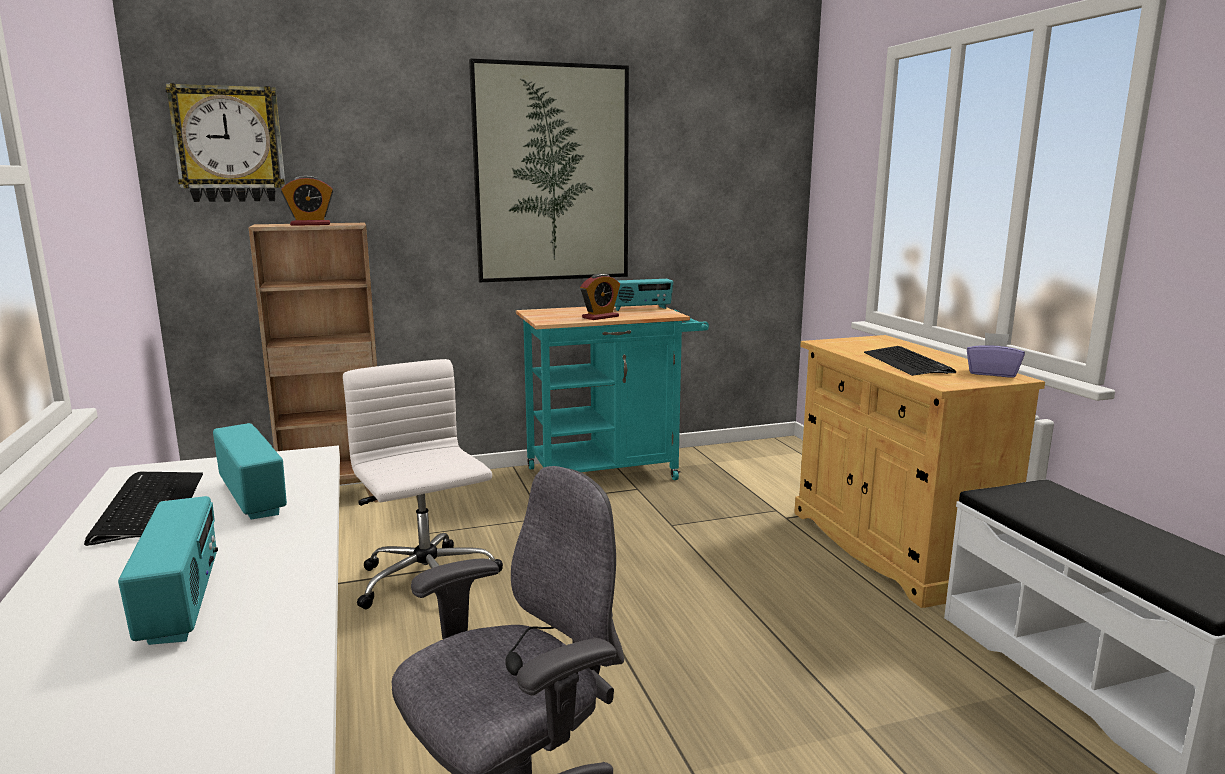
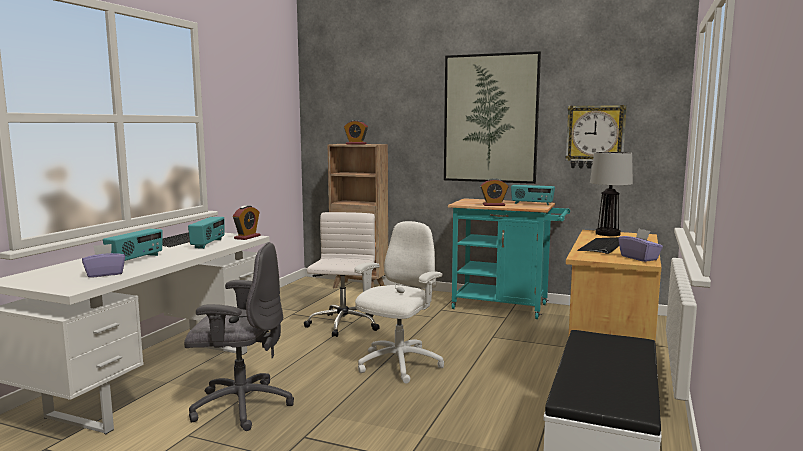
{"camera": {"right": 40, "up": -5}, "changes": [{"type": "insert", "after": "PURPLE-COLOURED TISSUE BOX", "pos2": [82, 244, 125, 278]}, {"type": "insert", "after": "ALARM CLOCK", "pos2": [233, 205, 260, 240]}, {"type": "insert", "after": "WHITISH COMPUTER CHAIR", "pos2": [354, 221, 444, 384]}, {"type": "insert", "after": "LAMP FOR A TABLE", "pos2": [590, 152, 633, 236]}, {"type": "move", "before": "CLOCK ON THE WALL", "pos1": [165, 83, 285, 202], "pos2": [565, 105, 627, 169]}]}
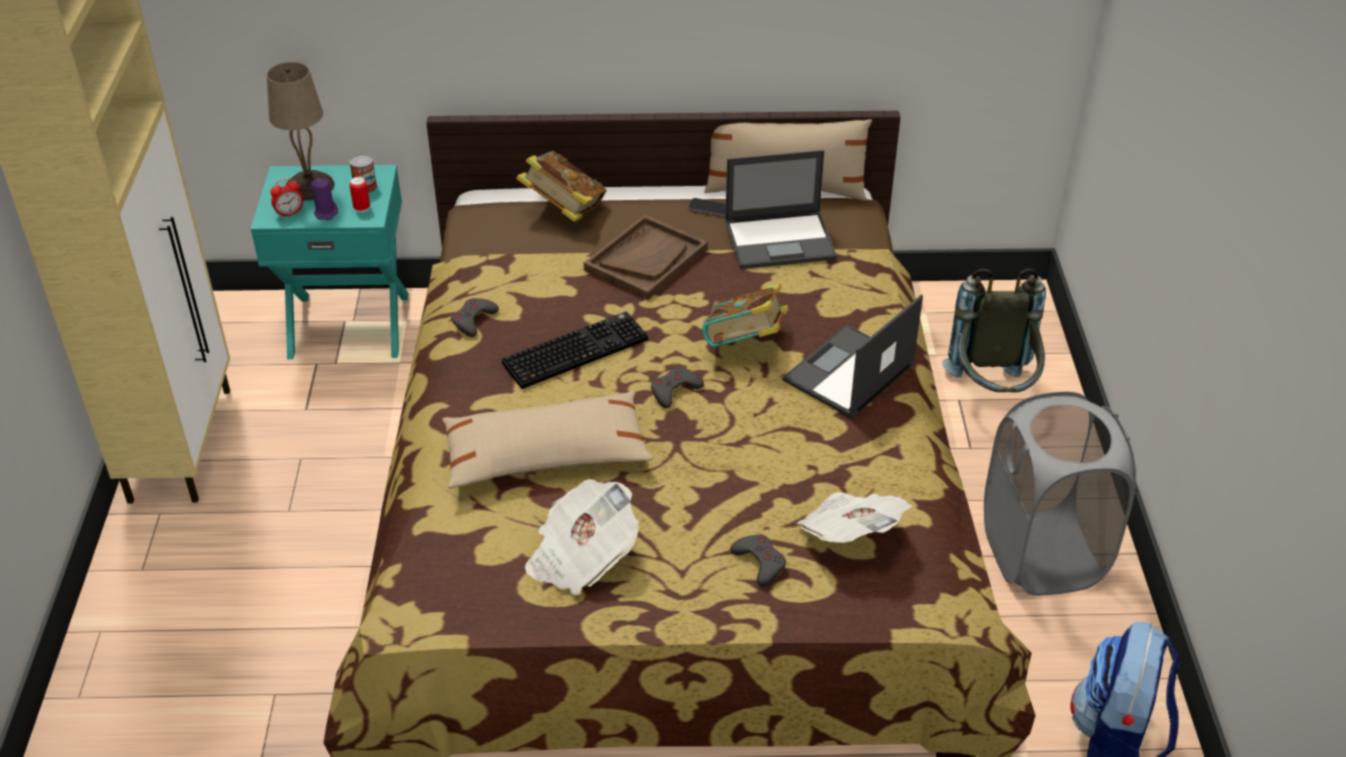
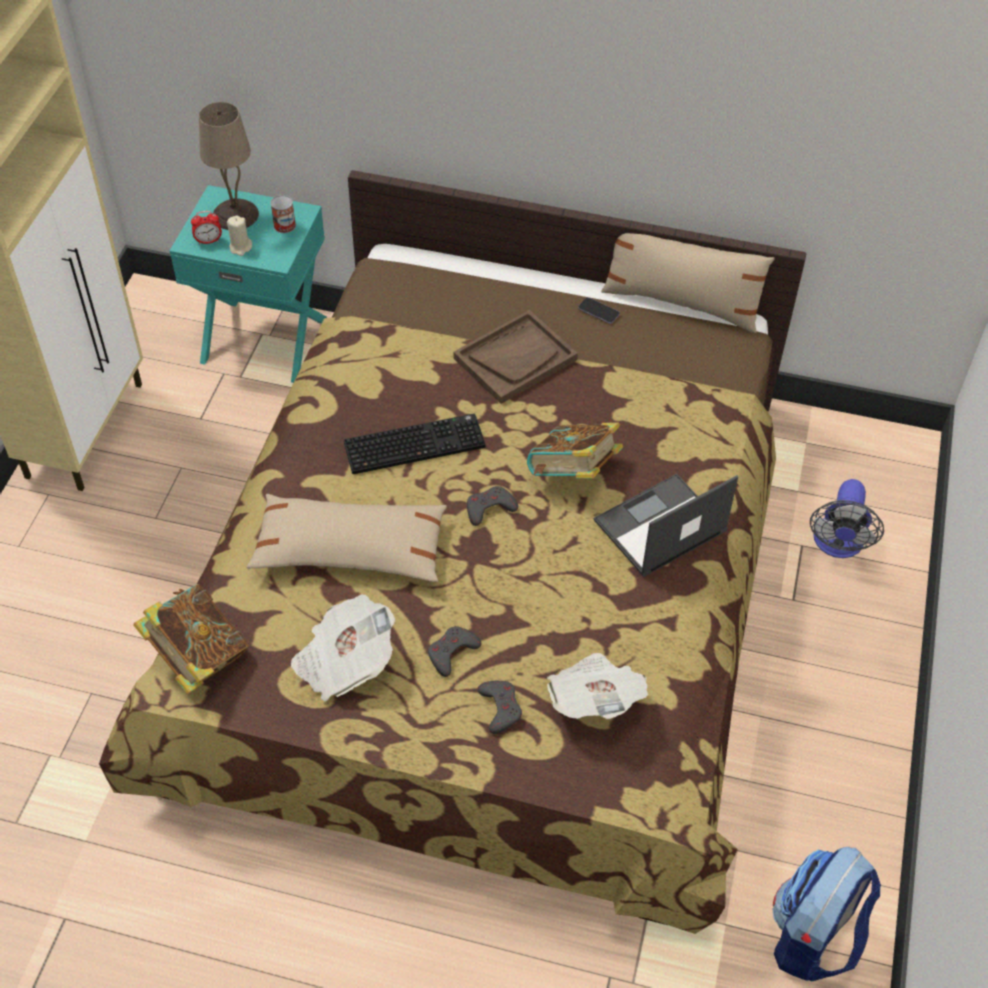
{"camera": {"right": 15, "up": 10}, "changes": [{"type": "delete", "before": "SEALED CAN", "pos1": [349, 177, 370, 213]}, {"type": "delete", "before": "NOTEBOOK COMPUTER", "pos1": [725, 150, 837, 269]}, {"type": "delete", "before": "GREYISH LAUNDRY BASKET", "pos1": [984, 392, 1136, 596]}, {"type": "move", "before": "GREYISH GAMEPAD", "pos1": [452, 298, 499, 337], "pos2": [428, 626, 482, 677]}, {"type": "move", "before": "BOUND BOOK", "pos1": [516, 151, 607, 222], "pos2": [133, 584, 249, 694]}, {"type": "replace", "before": "GREYISH RUCKSACK", "after": "ELECTRIC FAN", "pos1": [942, 268, 1046, 392], "pos2": [810, 479, 884, 558]}, {"type": "recolor", "before": "PURPLE-COLOURED WAX LIGHT", "after": "SAND-COLOURED WAX LIGHT", "pos1": [311, 178, 338, 220], "pos2": [227, 215, 252, 256]}]}
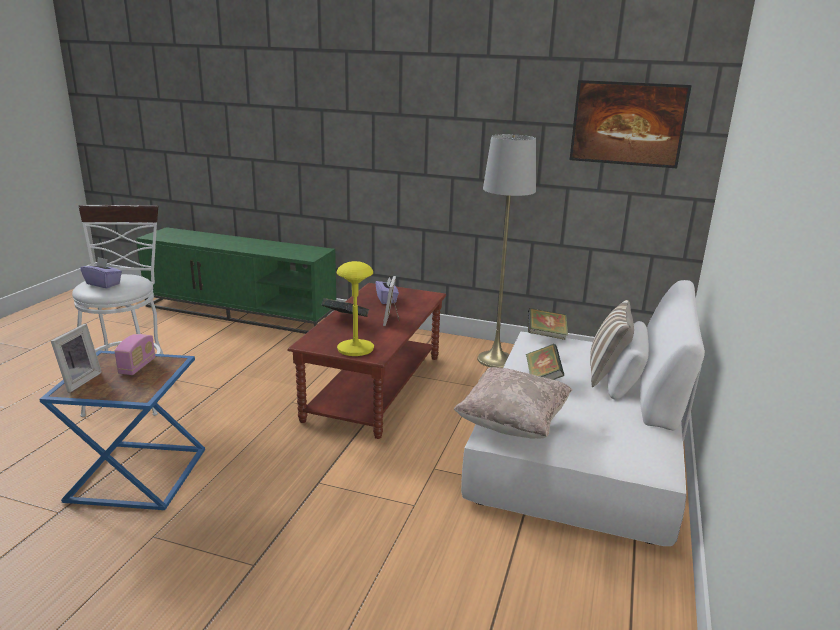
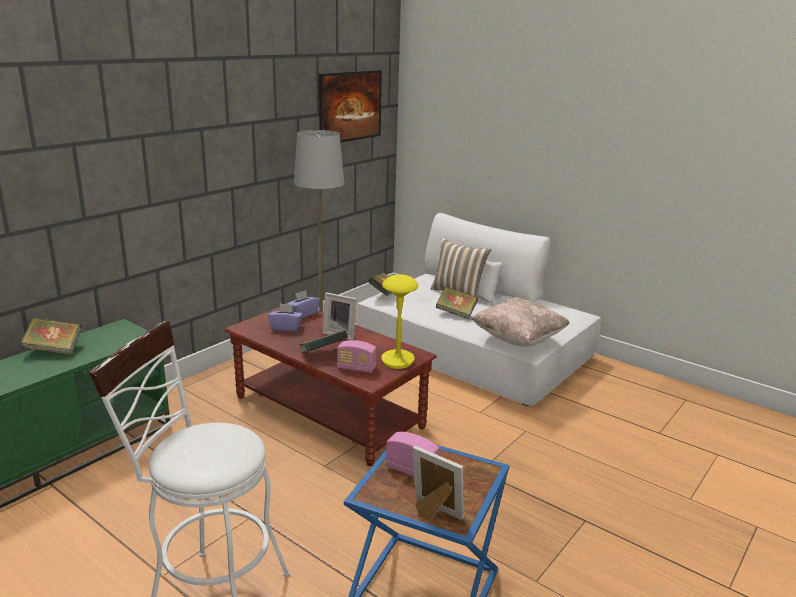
{"camera": {"right": -70, "up": 0}, "changes": [{"type": "insert", "after": "BOUND BOOK", "pos2": [21, 317, 82, 355]}, {"type": "insert", "after": "RADIO", "pos2": [337, 340, 376, 373]}, {"type": "move", "before": "PURPLE-COLOURED TISSUE BOX", "pos1": [80, 257, 122, 288], "pos2": [287, 290, 320, 318]}]}
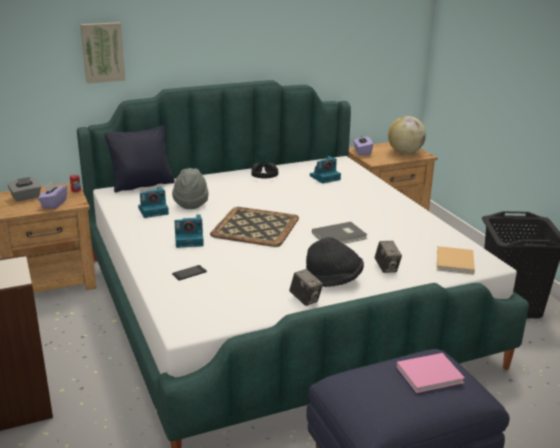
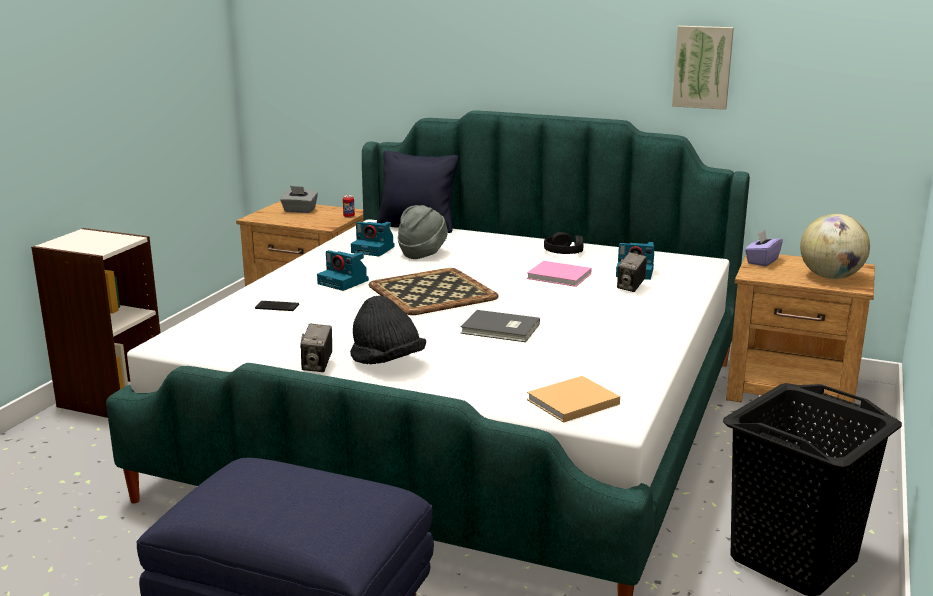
{"camera": {"right": 45, "up": -5}, "changes": [{"type": "delete", "before": "PURPLE-COLOURED TISSUE BOX", "pos1": [38, 181, 67, 209]}, {"type": "move", "before": "PICTURE", "pos1": [80, 22, 126, 84], "pos2": [672, 26, 734, 110]}, {"type": "move", "before": "STILL CAMERA", "pos1": [375, 241, 402, 273], "pos2": [617, 252, 647, 292]}, {"type": "move", "before": "PINKISH BOUND BOOK", "pos1": [396, 353, 465, 393], "pos2": [527, 261, 592, 287]}]}
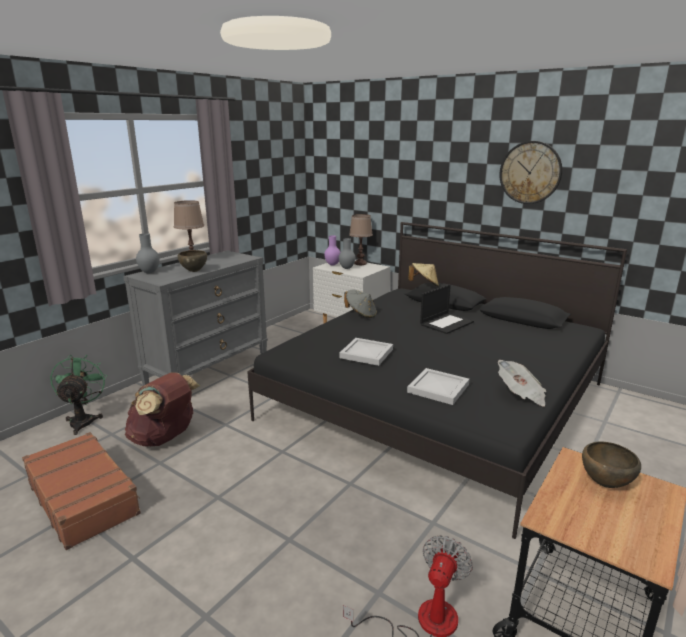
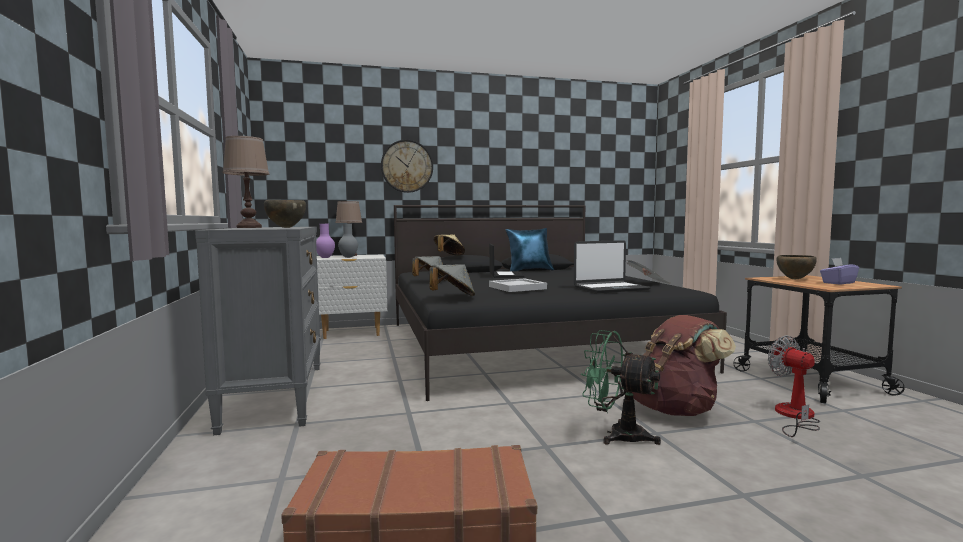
{"camera": {"right": -50, "up": -15}, "changes": [{"type": "delete", "before": "GREYISH DECORATIVE VASE", "pos1": [136, 233, 160, 274]}, {"type": "insert", "after": "GREYISH HAT", "pos2": [429, 264, 475, 296]}, {"type": "insert", "after": "BLUE PILLOW", "pos2": [506, 228, 554, 271]}, {"type": "insert", "after": "PURPLE-COLOURED TISSUE BOX", "pos2": [820, 258, 859, 285]}, {"type": "move", "before": "GREENISH ELECTRIC FAN", "pos1": [50, 355, 107, 435], "pos2": [581, 330, 661, 445]}, {"type": "move", "before": "BROWN RUCKSACK", "pos1": [125, 372, 200, 447], "pos2": [632, 315, 736, 416]}, {"type": "move", "before": "CLOCK ON THE WALL", "pos1": [499, 141, 562, 204], "pos2": [381, 140, 433, 193]}, {"type": "replace", "before": "WHITISH CARRYING TRAY", "after": "NOTEBOOK COMPUTER", "pos1": [407, 368, 469, 405], "pos2": [574, 240, 651, 293]}]}
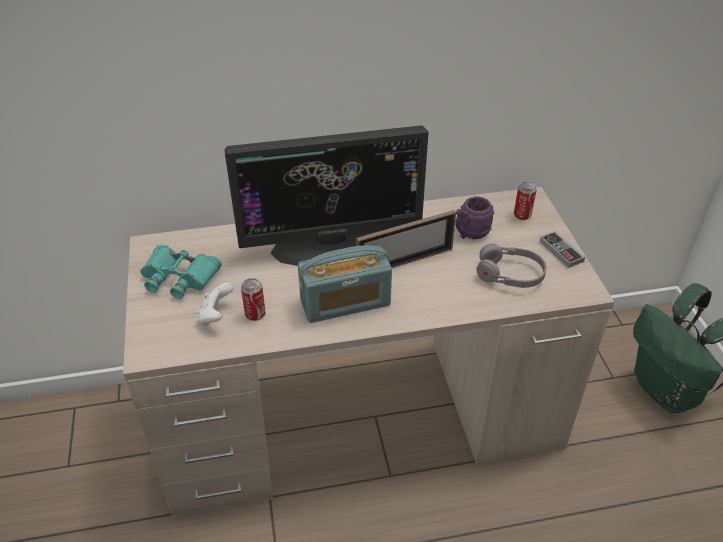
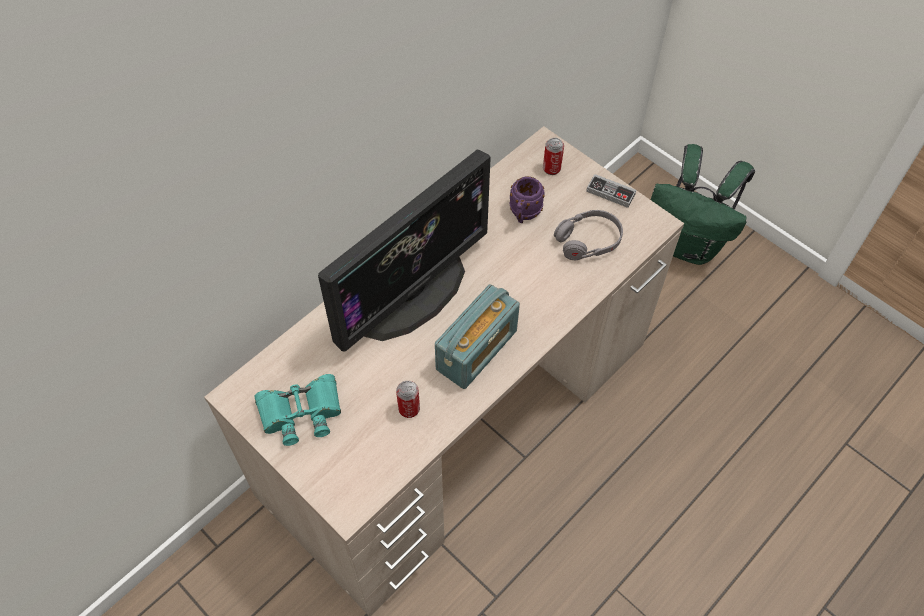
{"camera": {"right": -35, "up": 15}, "changes": [{"type": "delete", "before": "WHITISH GAMEPAD", "pos1": [196, 283, 234, 326]}, {"type": "delete", "before": "PHOTO FRAME", "pos1": [356, 210, 456, 268]}]}
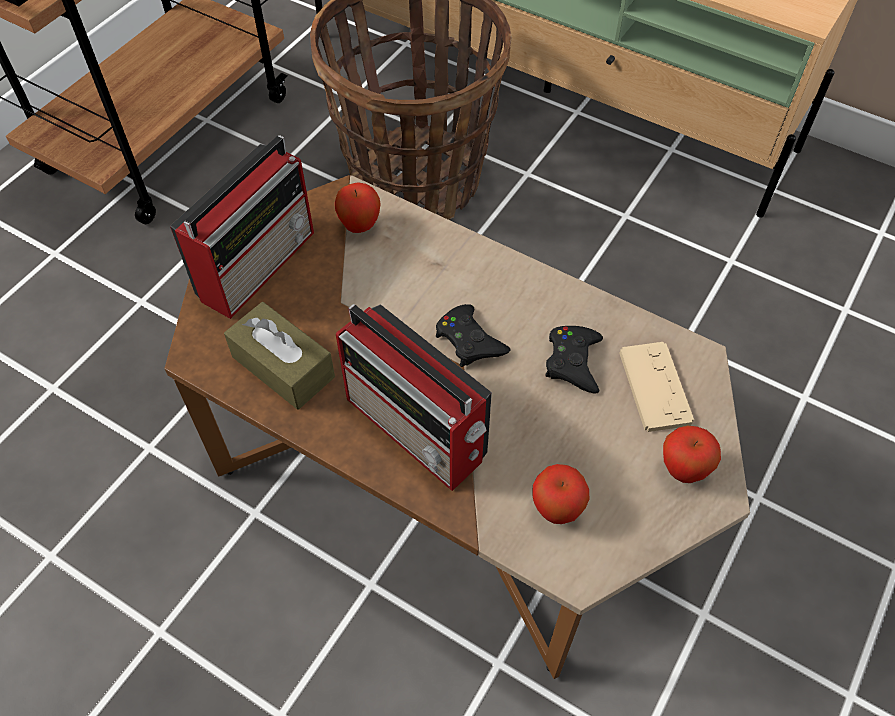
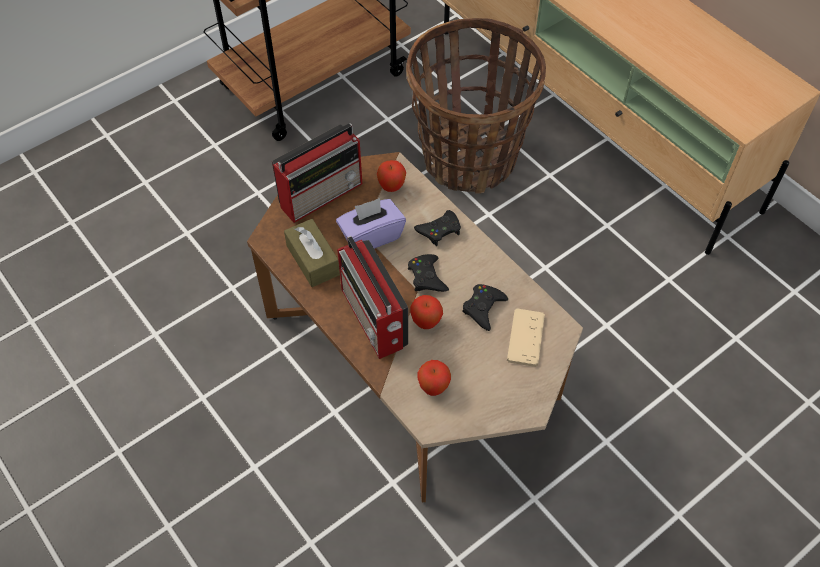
{"camera": {"right": 20, "up": 0}, "changes": [{"type": "insert", "after": "PURPLE-COLOURED TISSUE BOX", "pos2": [336, 198, 406, 249]}, {"type": "insert", "after": "BLACK-COLOURED GAMEPAD", "pos2": [414, 210, 461, 246]}, {"type": "move", "before": "WHOLE APPLE", "pos1": [663, 425, 721, 483], "pos2": [410, 295, 443, 329]}]}
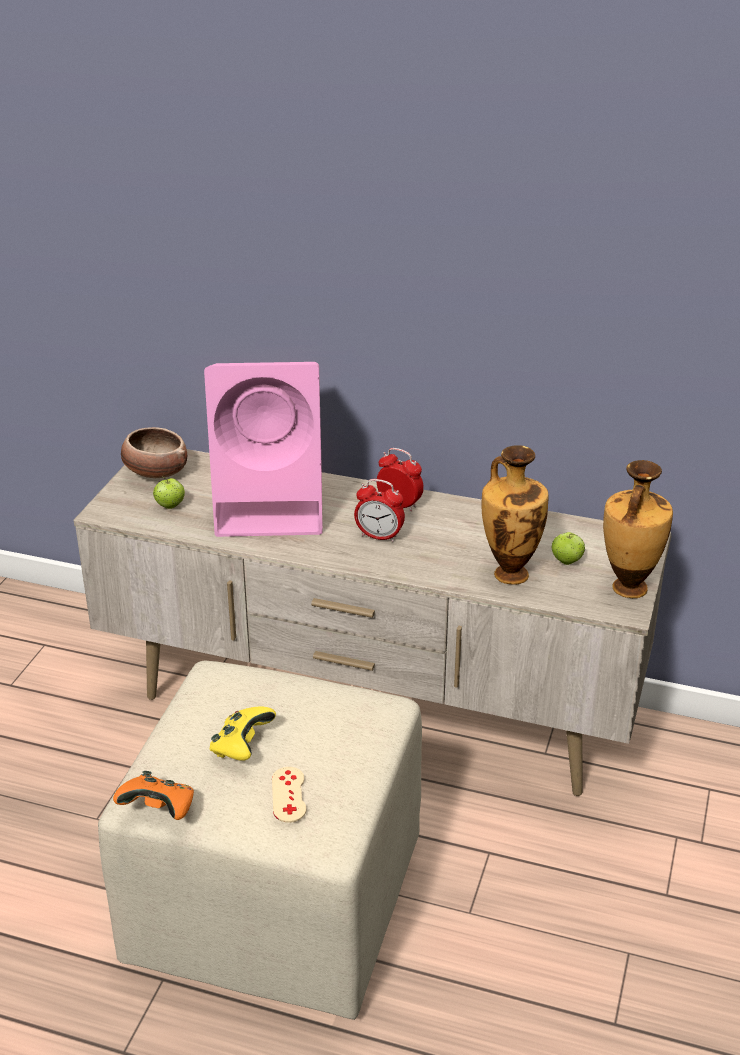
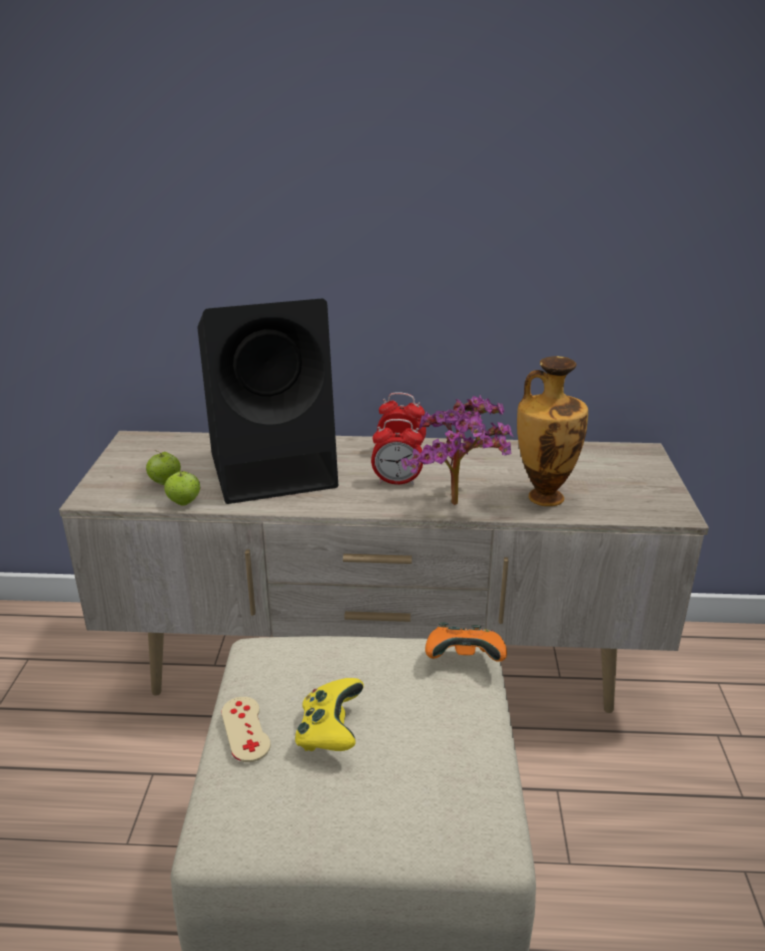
{"camera": {"right": -15, "up": -5}, "changes": [{"type": "delete", "before": "DEEP DISH", "pos1": [121, 427, 187, 478]}, {"type": "delete", "before": "DECORATIVE VASE", "pos1": [603, 460, 673, 598]}, {"type": "insert", "after": "PLANT IN A POT", "pos2": [401, 395, 513, 505]}, {"type": "move", "before": "ORANGE GAMEPAD", "pos1": [113, 771, 194, 820], "pos2": [425, 622, 507, 662]}, {"type": "move", "before": "SAND-COLOURED GAMEPAD", "pos1": [272, 767, 307, 823], "pos2": [221, 697, 271, 762]}, {"type": "move", "before": "WHOLE APPLE", "pos1": [551, 532, 585, 565], "pos2": [164, 471, 200, 506]}, {"type": "recolor", "before": "PINKISH SPEAKER", "after": "BLACK-COLOURED SPEAKER", "pos1": [204, 362, 323, 537], "pos2": [197, 299, 338, 504]}]}
